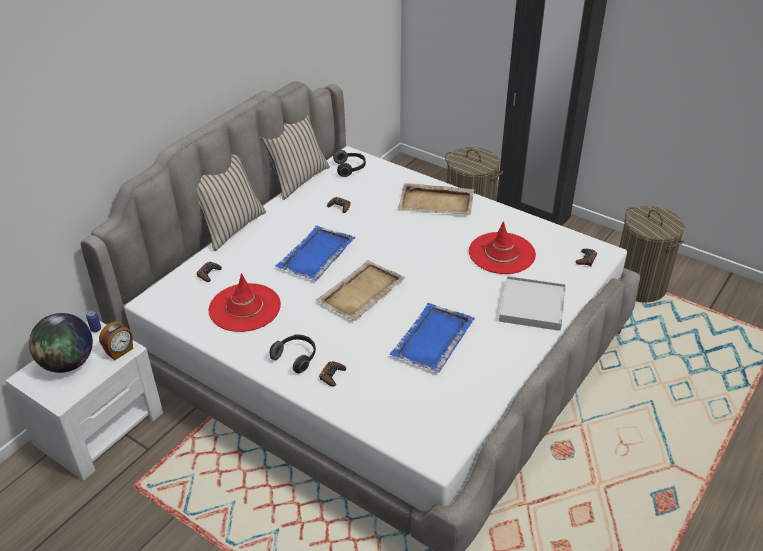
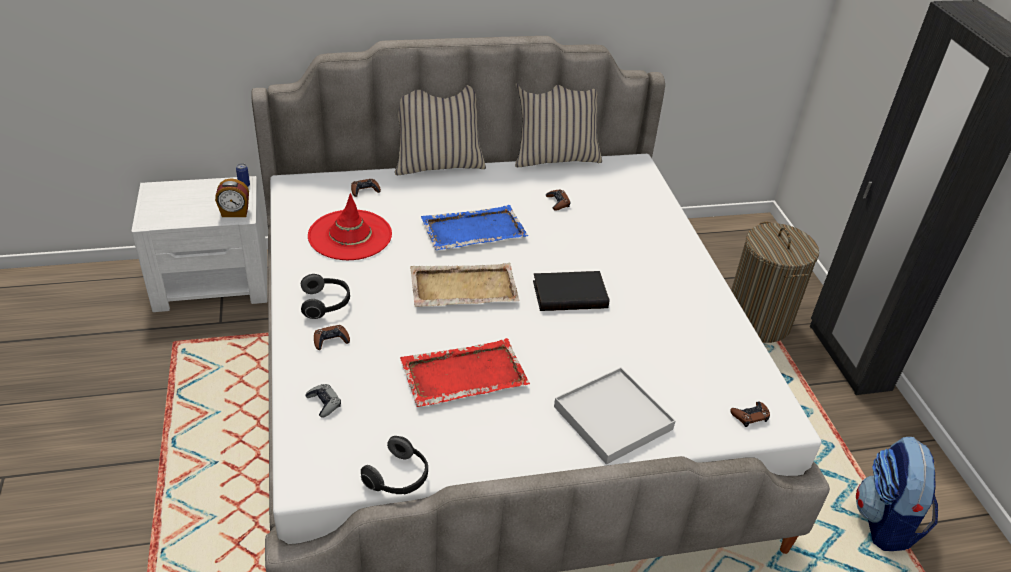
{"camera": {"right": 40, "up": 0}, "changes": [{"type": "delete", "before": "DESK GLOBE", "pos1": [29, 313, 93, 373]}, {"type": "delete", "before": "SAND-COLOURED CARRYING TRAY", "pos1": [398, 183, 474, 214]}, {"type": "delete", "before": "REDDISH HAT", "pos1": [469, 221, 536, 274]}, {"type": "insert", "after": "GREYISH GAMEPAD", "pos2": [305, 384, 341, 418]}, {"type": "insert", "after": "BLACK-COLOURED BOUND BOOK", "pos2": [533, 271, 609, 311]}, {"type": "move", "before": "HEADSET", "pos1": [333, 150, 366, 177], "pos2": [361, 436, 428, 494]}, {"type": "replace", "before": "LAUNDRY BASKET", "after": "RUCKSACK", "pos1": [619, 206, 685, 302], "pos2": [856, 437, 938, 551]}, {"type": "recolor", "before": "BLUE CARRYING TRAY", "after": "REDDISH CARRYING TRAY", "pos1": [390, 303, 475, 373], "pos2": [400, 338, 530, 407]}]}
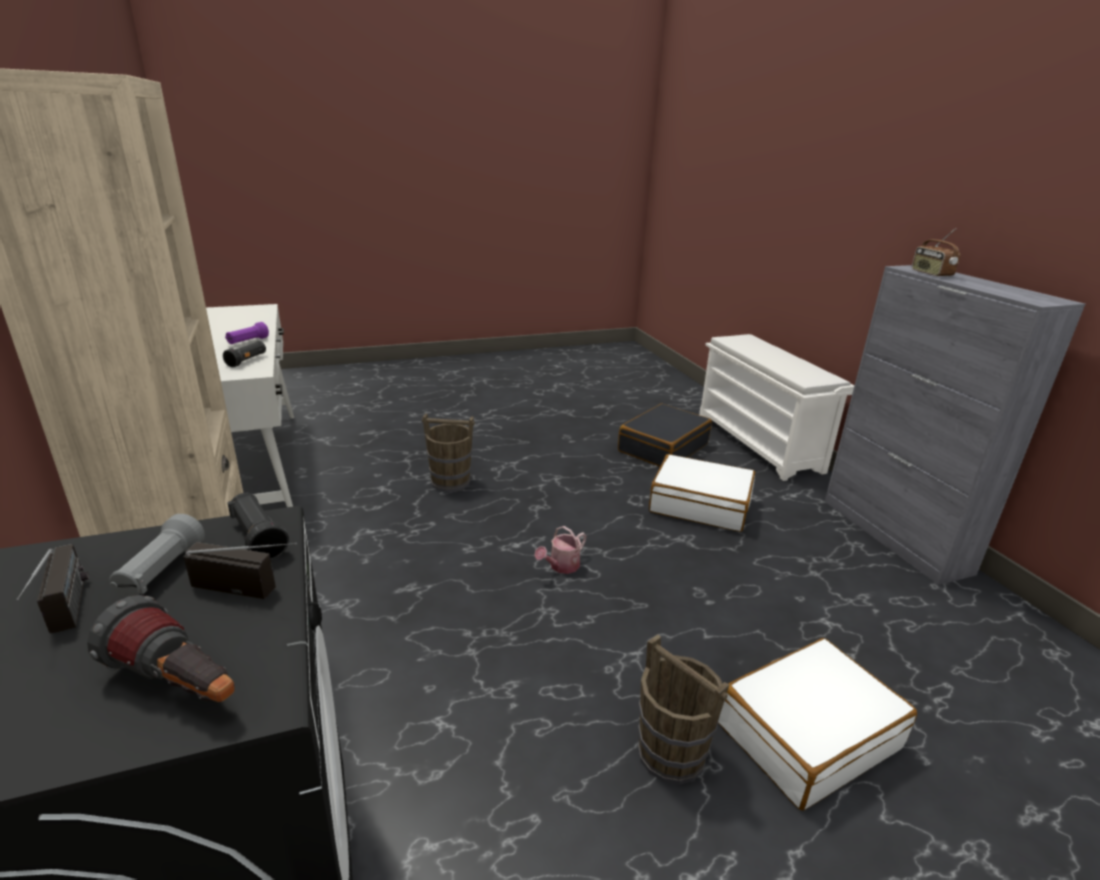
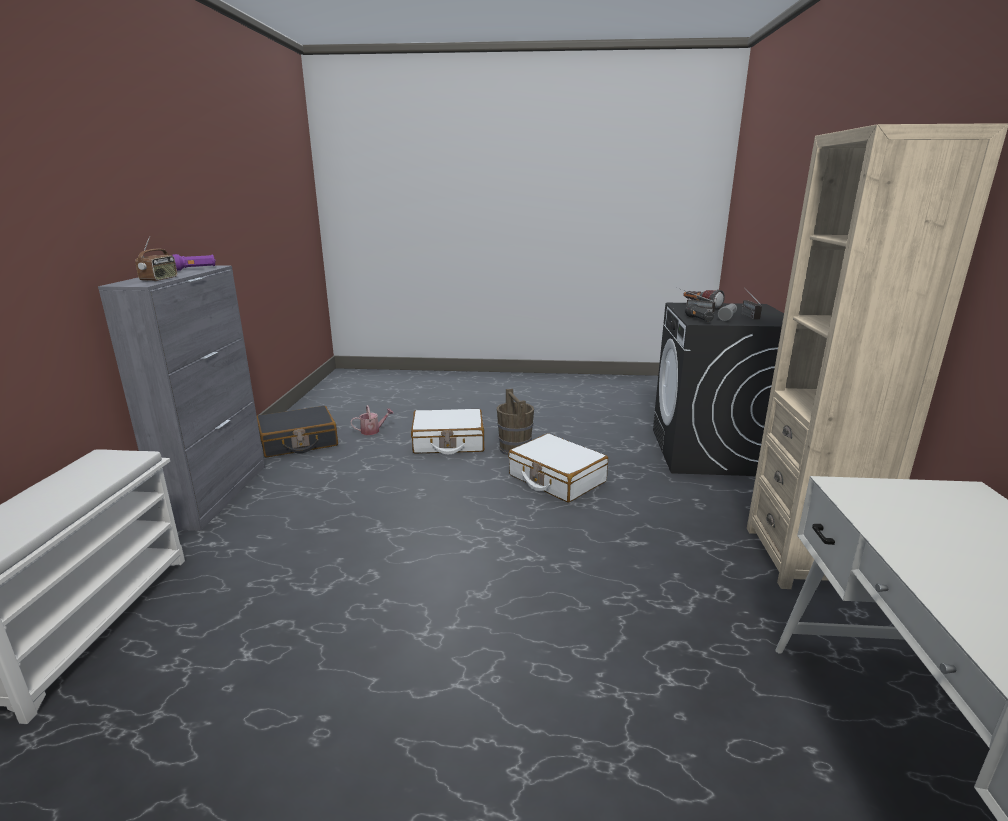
{"camera": {"right": -155, "up": -5}, "changes": [{"type": "delete", "before": "BLACK-COLOURED TORCH", "pos1": [223, 341, 266, 367]}, {"type": "delete", "before": "BROWN WATER BUCKET", "pos1": [422, 414, 475, 492]}, {"type": "move", "before": "PURPLE-COLOURED TORCH", "pos1": [225, 322, 269, 344], "pos2": [172, 254, 216, 271]}, {"type": "move", "before": "WATERING POT", "pos1": [534, 526, 586, 574], "pos2": [350, 405, 394, 435]}, {"type": "move", "before": "BLACK-COLOURED SUITCASE", "pos1": [618, 404, 712, 467], "pos2": [257, 406, 338, 457]}, {"type": "move", "before": "WHITISH SUITCASE", "pos1": [649, 454, 755, 532], "pos2": [508, 433, 608, 503]}]}
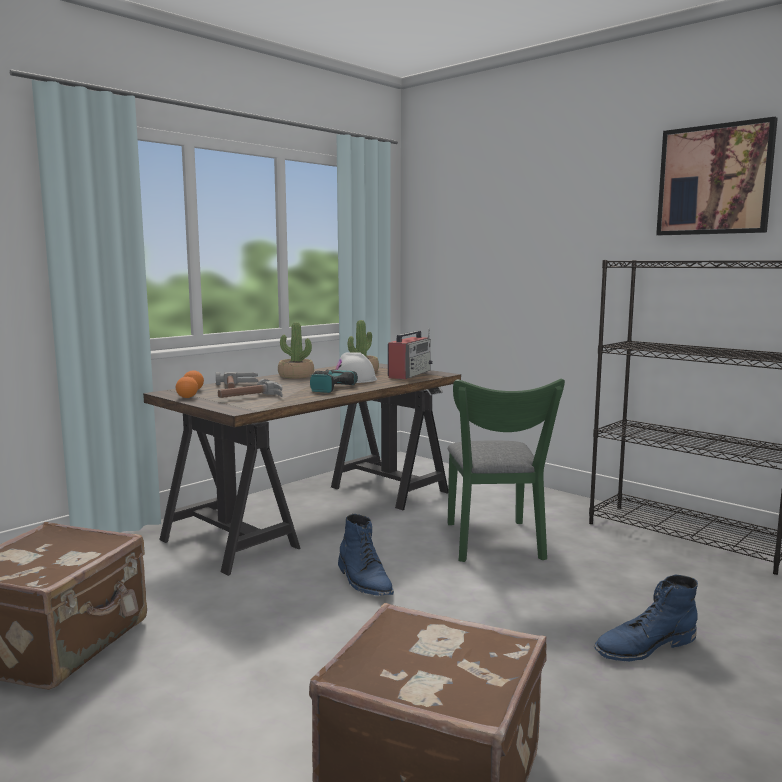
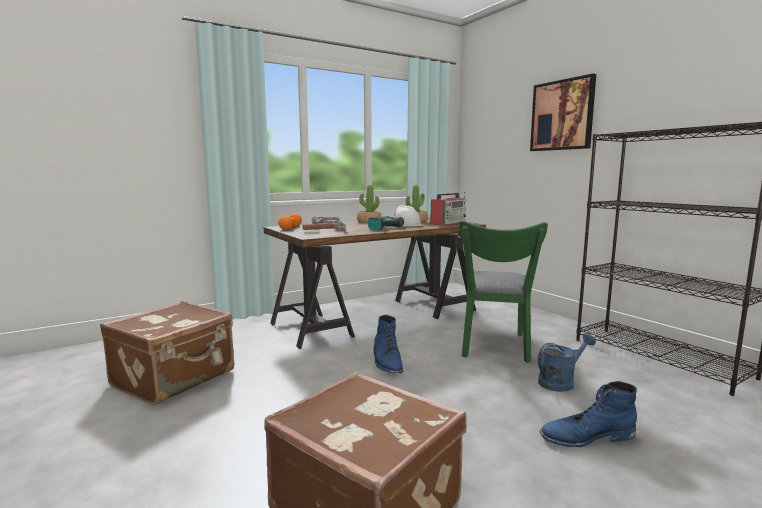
{"camera": {"right": 15, "up": 0}, "changes": [{"type": "insert", "after": "BLUE WATERING POT", "pos2": [538, 333, 596, 392]}, {"type": "move", "before": "PICTURE", "pos1": [656, 117, 778, 235], "pos2": [530, 74, 596, 151]}]}
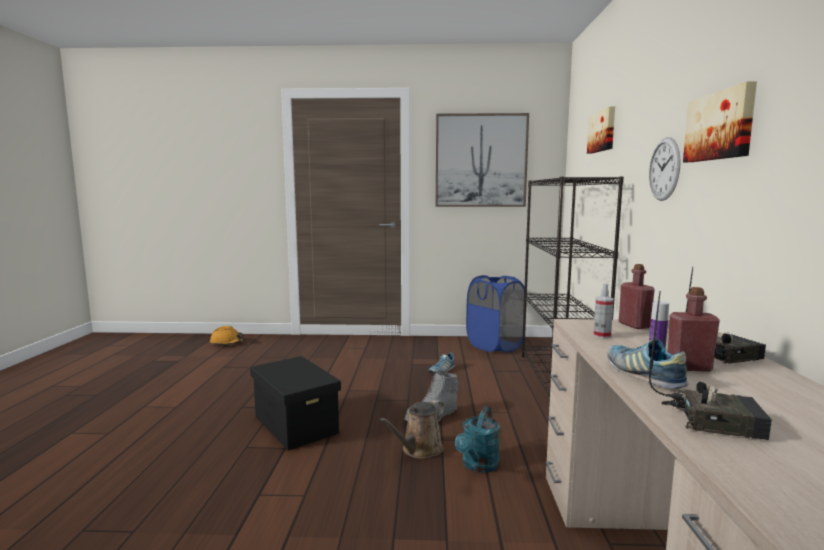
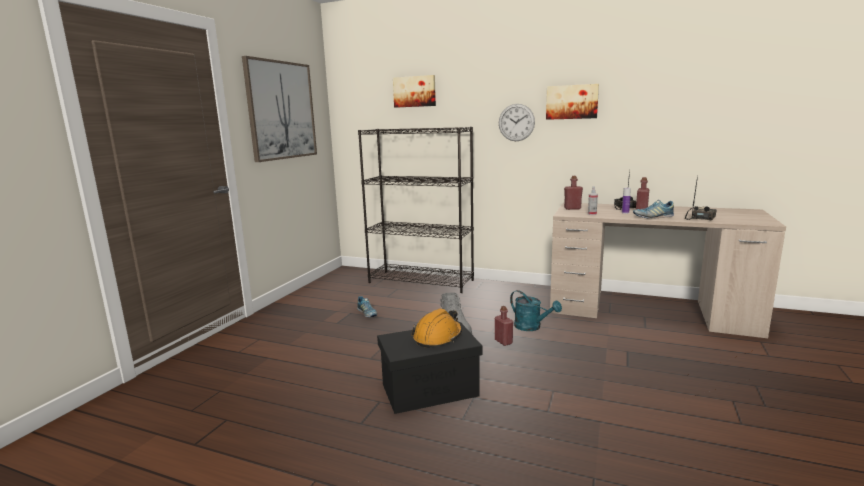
{"camera": {"right": -70, "up": 5}, "changes": [{"type": "delete", "before": "BLUE LAUNDRY BASKET", "pos1": [466, 275, 525, 353]}, {"type": "move", "before": "ORANGE WORK HELMET", "pos1": [210, 326, 244, 346], "pos2": [411, 308, 462, 348]}, {"type": "replace", "before": "BROWN WATERING POT", "after": "REDDISH BOTTLE", "pos1": [379, 400, 444, 459], "pos2": [495, 306, 513, 346]}]}
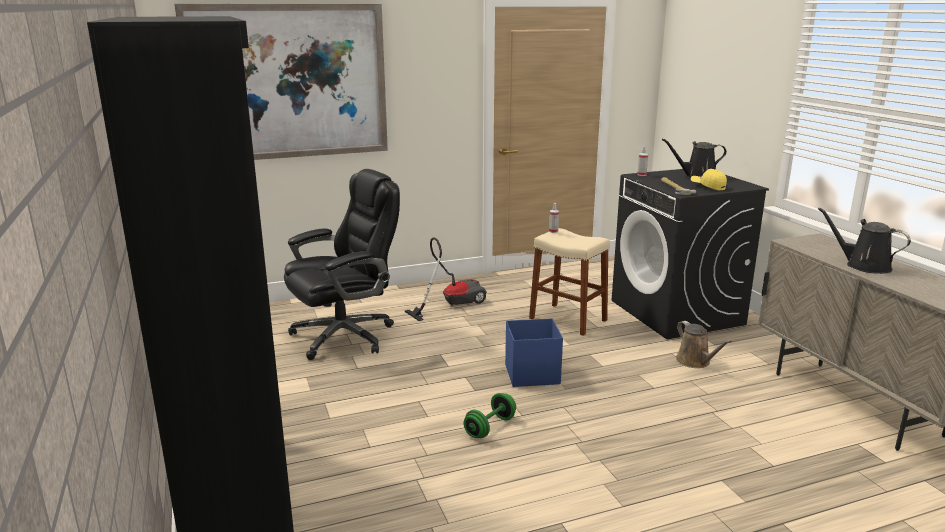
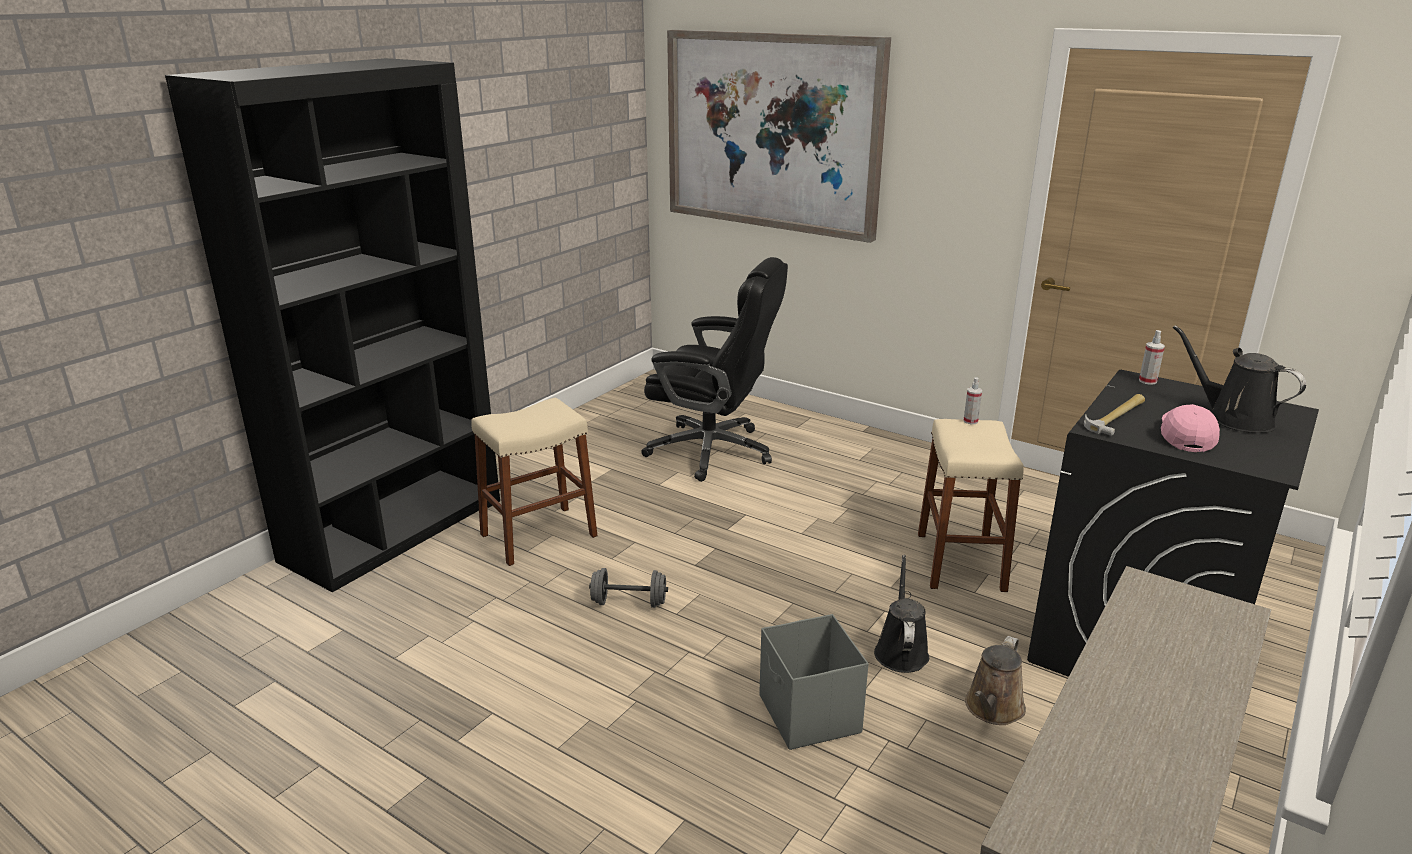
{"camera": {"right": 55, "up": 5}, "changes": [{"type": "delete", "before": "VACUUM", "pos1": [404, 237, 487, 321]}, {"type": "delete", "before": "BLUE STORAGE CONTAINER", "pos1": [505, 318, 563, 387]}, {"type": "insert", "after": "SAND-COLOURED STOOL", "pos2": [471, 398, 598, 566]}, {"type": "insert", "after": "GREYISH STORAGE CONTAINER", "pos2": [759, 614, 868, 750]}, {"type": "move", "before": "BLACK-COLOURED WATERING POT", "pos1": [818, 207, 911, 274], "pos2": [874, 555, 929, 673]}, {"type": "recolor", "before": "GREENISH FREE WEIGHT", "after": "GREYISH FREE WEIGHT", "pos1": [463, 393, 516, 438], "pos2": [589, 568, 668, 608]}, {"type": "recolor", "before": "YELLOW CAP", "after": "PINKISH CAP", "pos1": [691, 169, 727, 191], "pos2": [1161, 404, 1220, 452]}]}
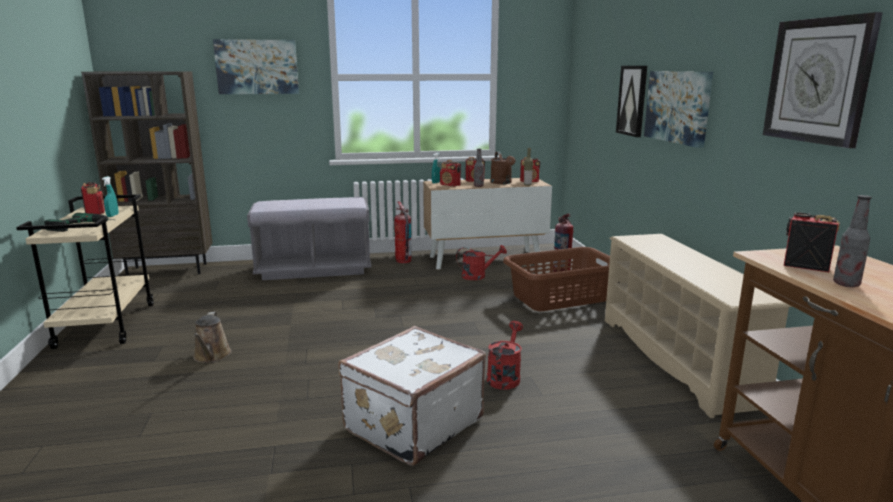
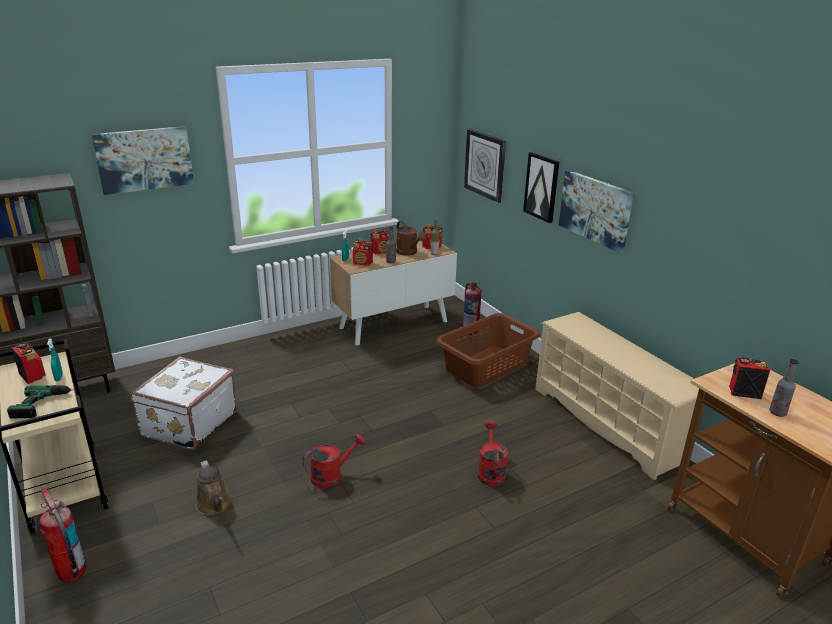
{"camera": {"right": -20, "up": 10}, "changes": [{"type": "delete", "before": "GREYISH LONG SEAT", "pos1": [247, 197, 371, 280]}, {"type": "move", "before": "WHITISH SUITCASE", "pos1": [338, 326, 486, 466], "pos2": [130, 357, 237, 450]}, {"type": "move", "before": "EXTINGUISHER", "pos1": [394, 201, 412, 263], "pos2": [40, 488, 86, 582]}, {"type": "move", "before": "REDDISH WATERING POT", "pos1": [456, 245, 507, 280], "pos2": [302, 434, 365, 488]}, {"type": "move", "before": "CLOCK ON THE WALL", "pos1": [763, 12, 883, 148], "pos2": [464, 129, 506, 203]}]}
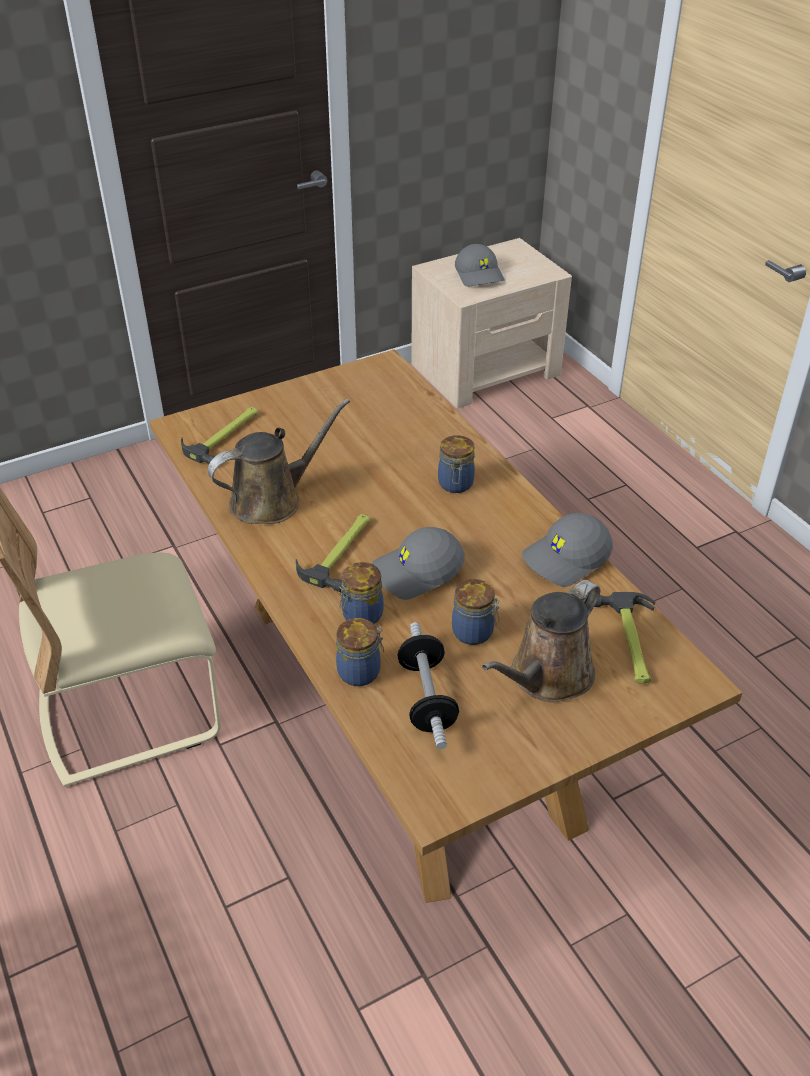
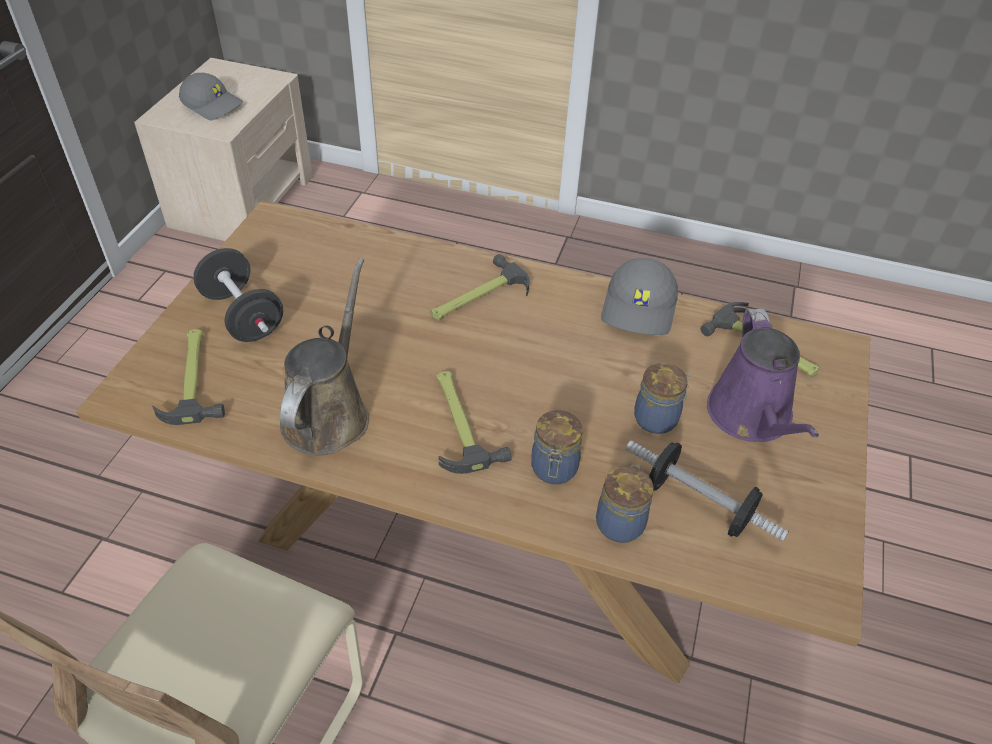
{"camera": {"right": -45, "up": 5}, "changes": [{"type": "delete", "before": "GREYISH CAP", "pos1": [372, 527, 465, 600]}, {"type": "insert", "after": "BLACK-COLOURED FREE WEIGHT", "pos2": [193, 248, 284, 342]}, {"type": "replace", "before": "JAR", "after": "HAND HAMMER", "pos1": [438, 435, 475, 493], "pos2": [430, 254, 530, 320]}, {"type": "recolor", "before": "BROWN WATERING POT", "after": "PURPLE-COLOURED WATERING POT", "pos1": [482, 580, 600, 702], "pos2": [707, 309, 819, 442]}]}
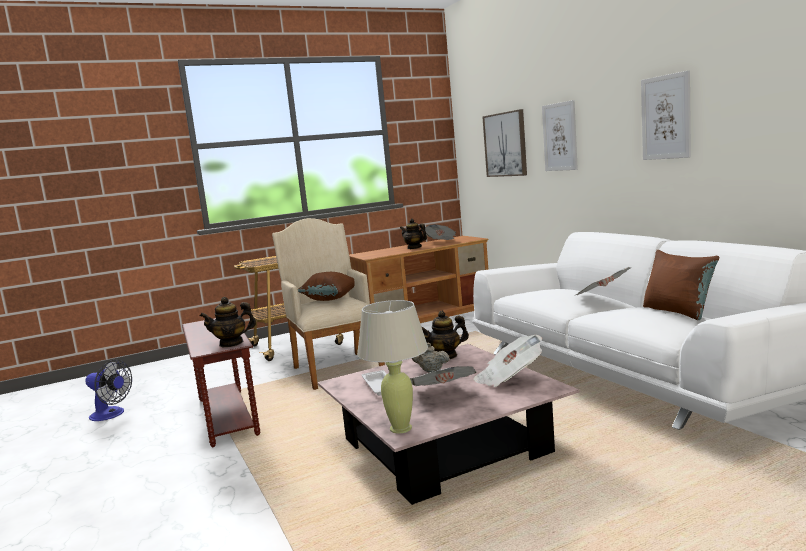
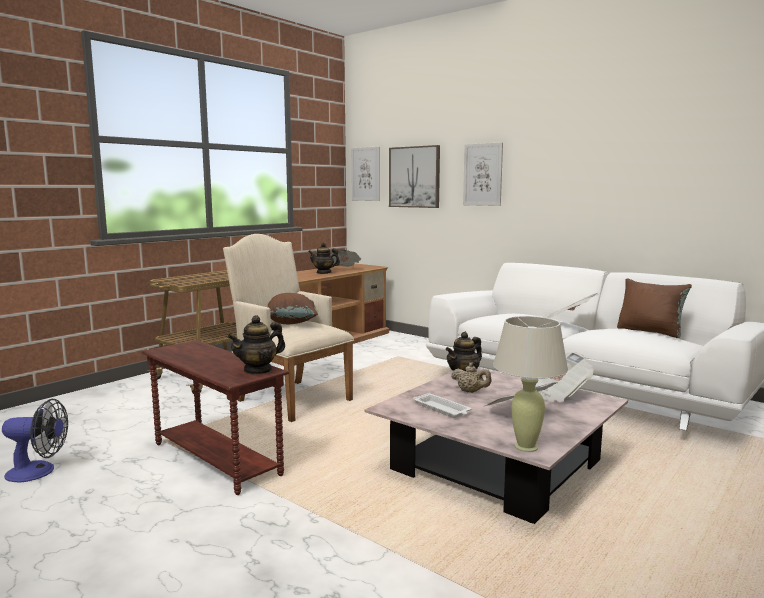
{"camera": {"right": -25, "up": 0}, "changes": [{"type": "move", "before": "PICTURE", "pos1": [641, 70, 691, 160], "pos2": [351, 147, 380, 201]}, {"type": "rotate", "before": "SAND-COLOURED TEA POT", "pos1": [412, 343, 450, 373], "pos2": [451, 362, 492, 393], "turn": -150}]}
